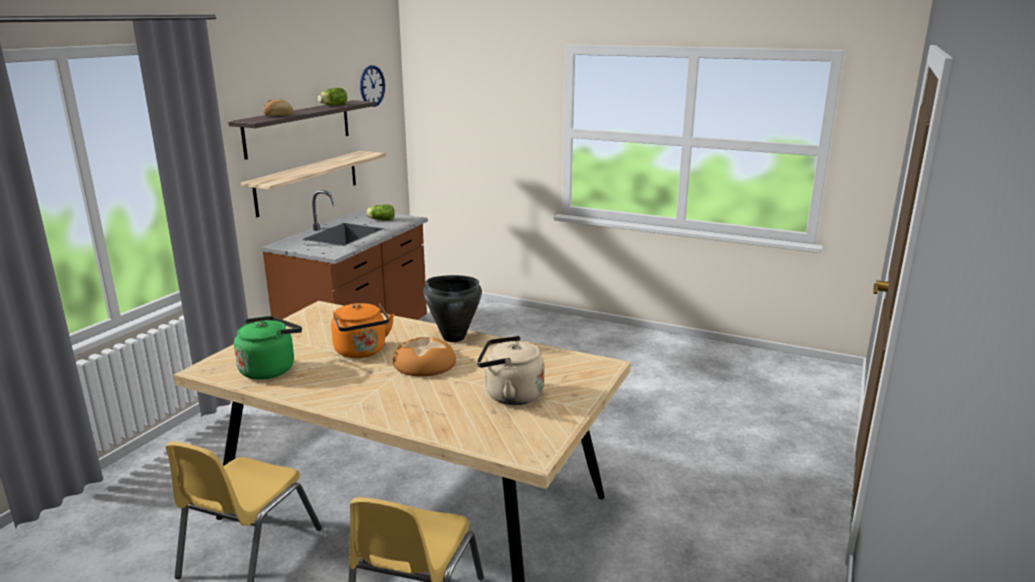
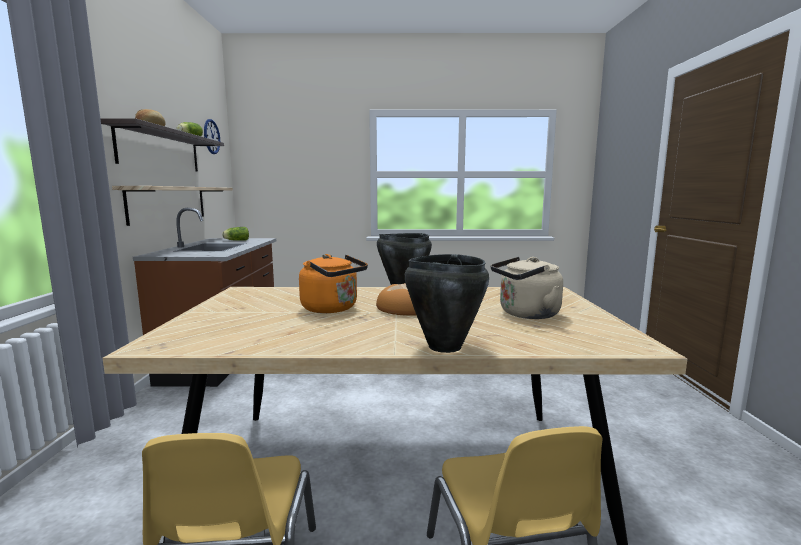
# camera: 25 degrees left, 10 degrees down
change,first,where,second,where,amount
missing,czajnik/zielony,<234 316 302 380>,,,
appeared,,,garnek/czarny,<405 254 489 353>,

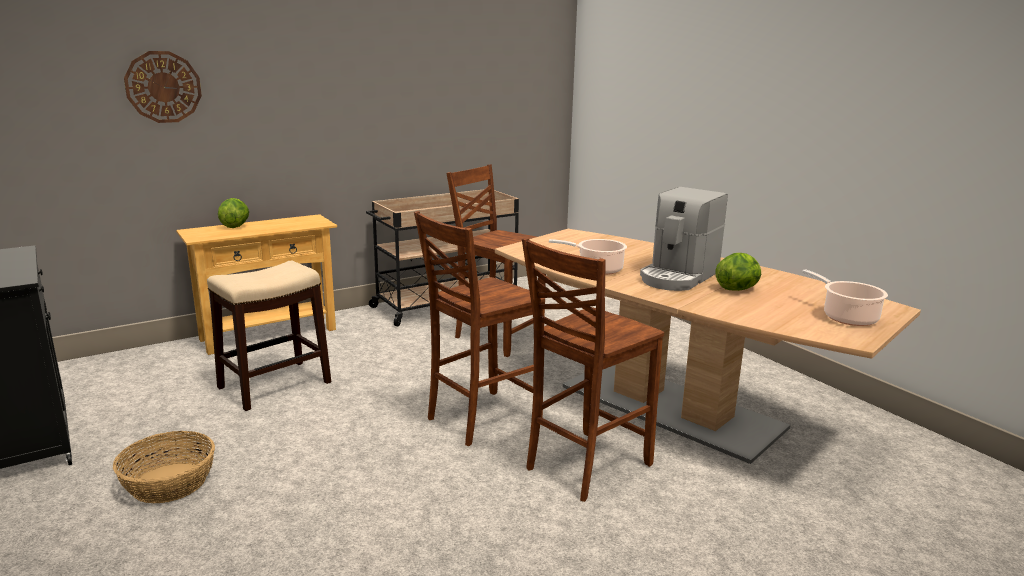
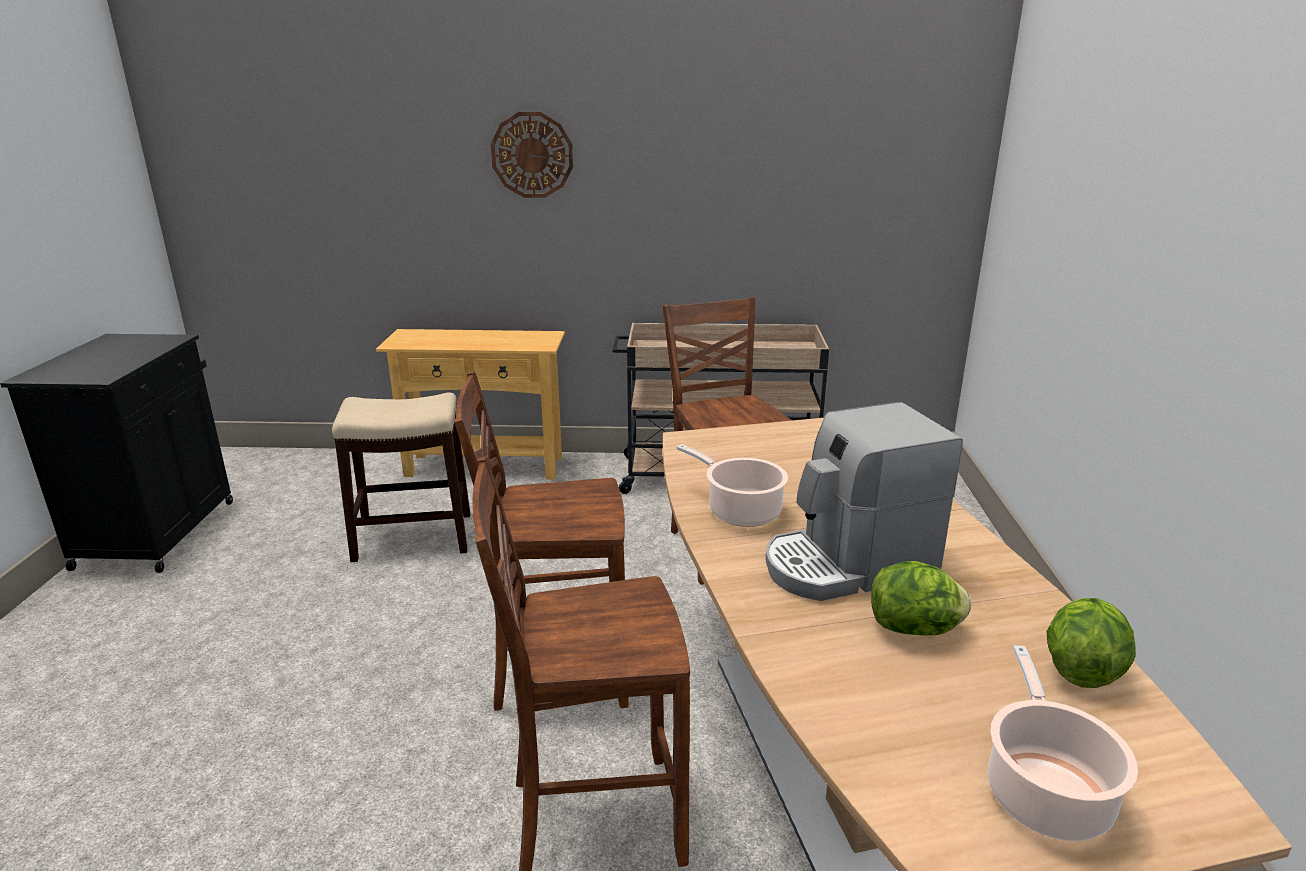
# camera: 35 degrees right, 5 degrees up
change,first,where,second,where,amount
relocated,zegar ścienny,<124 51 202 123>,,<491 112 573 198>,
relocated,sałata,<218 198 249 228>,,<1046 598 1136 688>,
missing,koszyk,<113 431 215 503>,,,

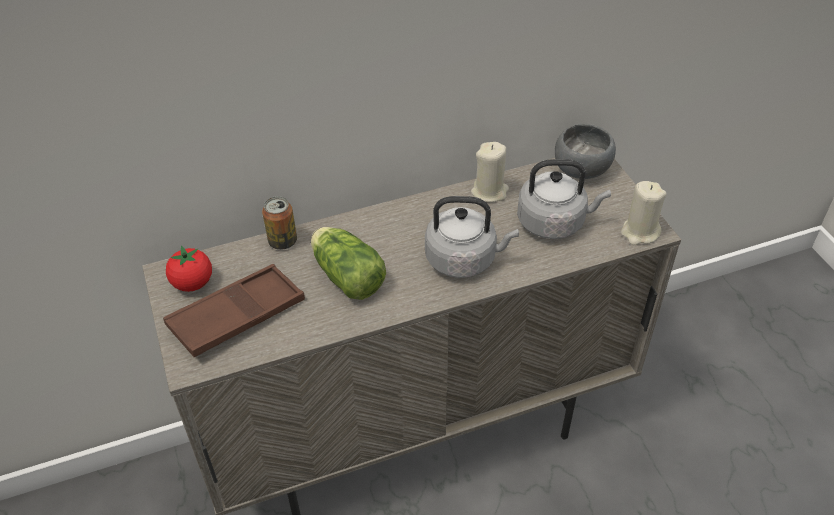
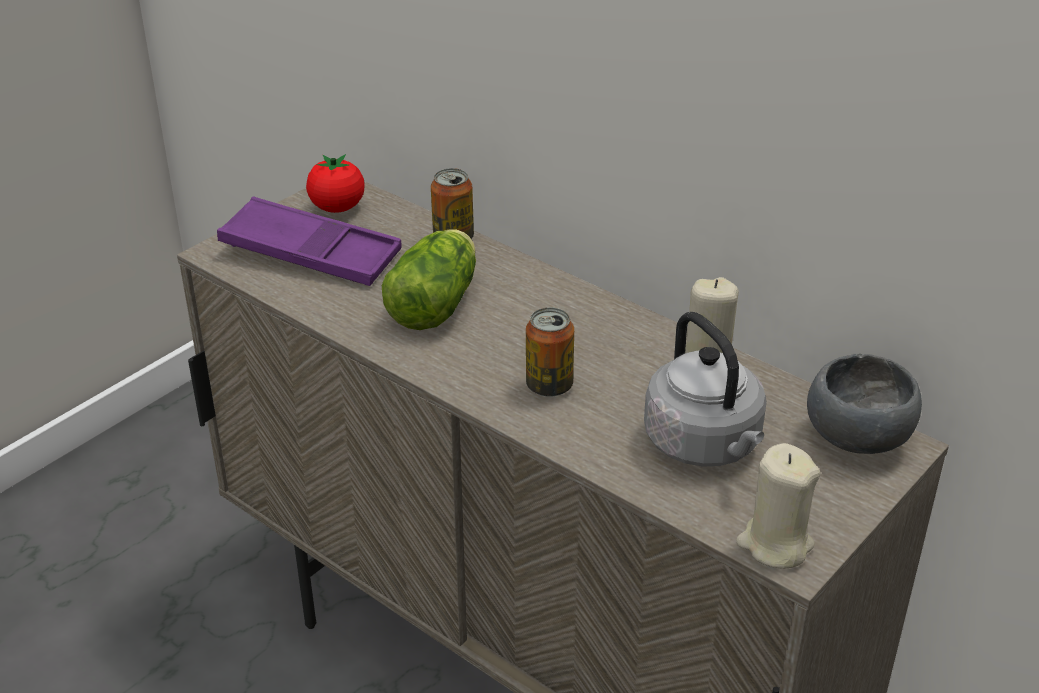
# camera: 60 degrees right, 10 degrees down
change,first,where,second,where,amount
exchanged,czajnik/szary,<425 196 519 278>,puszka,<526 307 574 397>,
colour,taca/brązowy,<163 264 305 357>,taca/fioletowy,<217 196 402 286>,

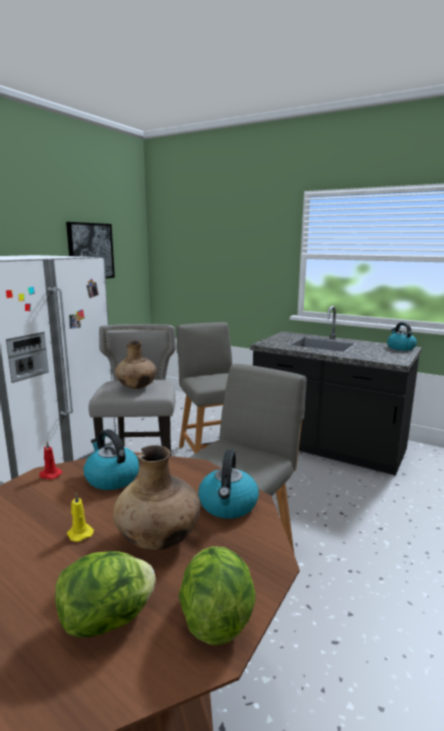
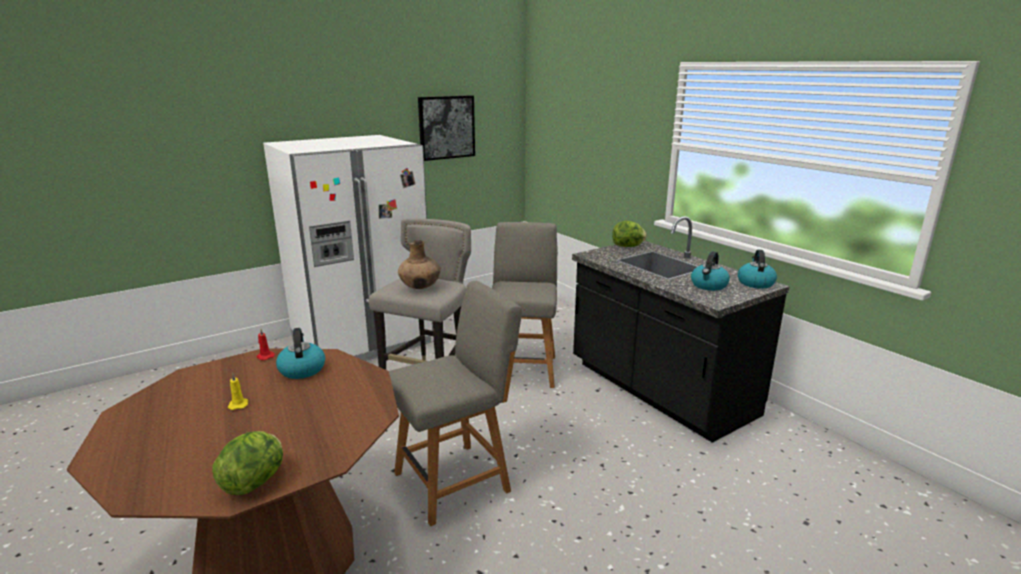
# camera: 25 degrees right, 5 degrees up
change,first,where,second,where,amount
missing,wazon/brązowy,<113 445 201 550>,,,
relocated,czajnik,<198 450 259 519>,,<691 251 730 291>,
relocated,sałata,<55 551 156 637>,,<612 221 647 247>,

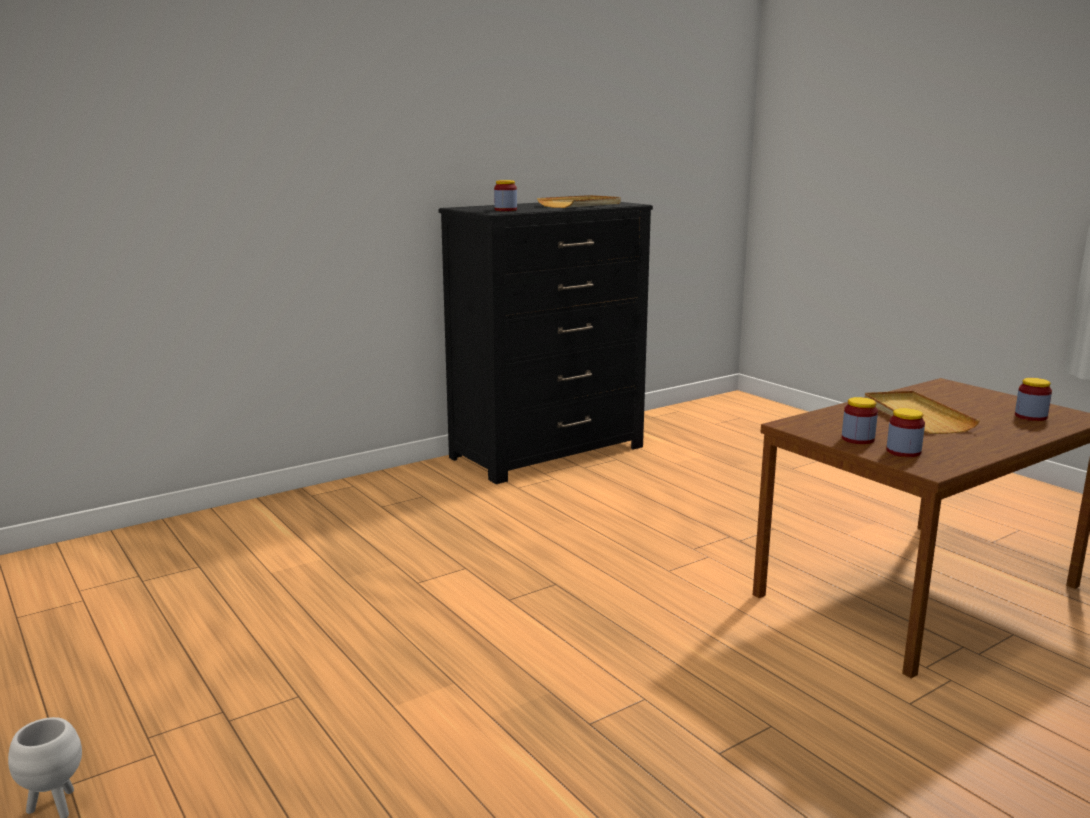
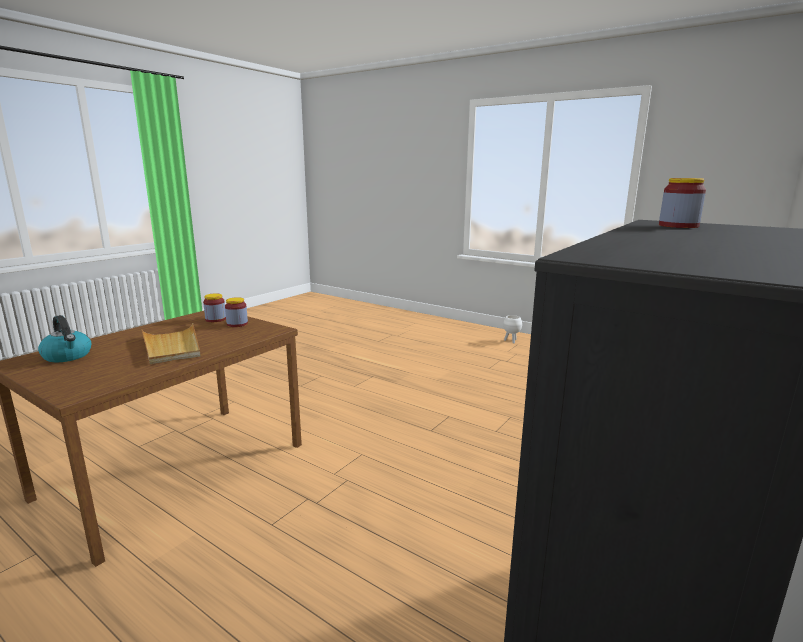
# camera: 160 degrees right, 0 degrees up
change,first,where,second,where,amount
missing,taca/beżowy,<537 195 621 208>,,,
exchanged,słoik,<1015 378 1052 421>,czajnik,<38 315 91 362>,

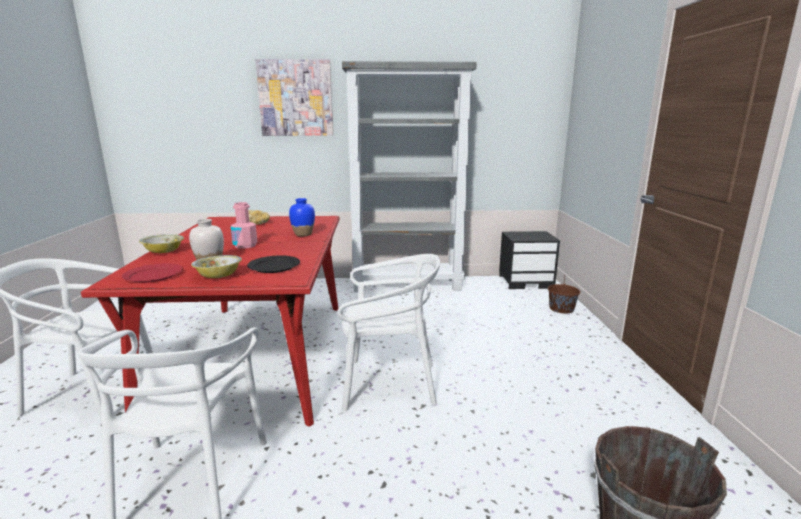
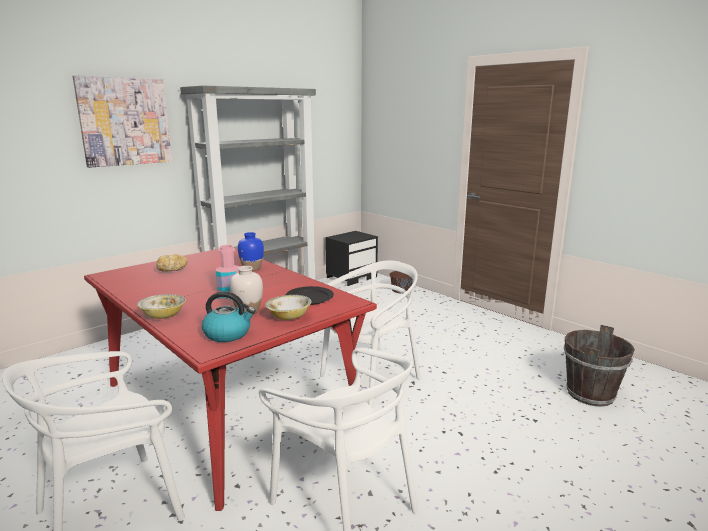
# camera: 40 degrees left, 0 degrees up
change,first,where,second,where,amount
exchanged,talerz/czerwony,<122 263 183 283>,czajnik,<202 291 255 342>,

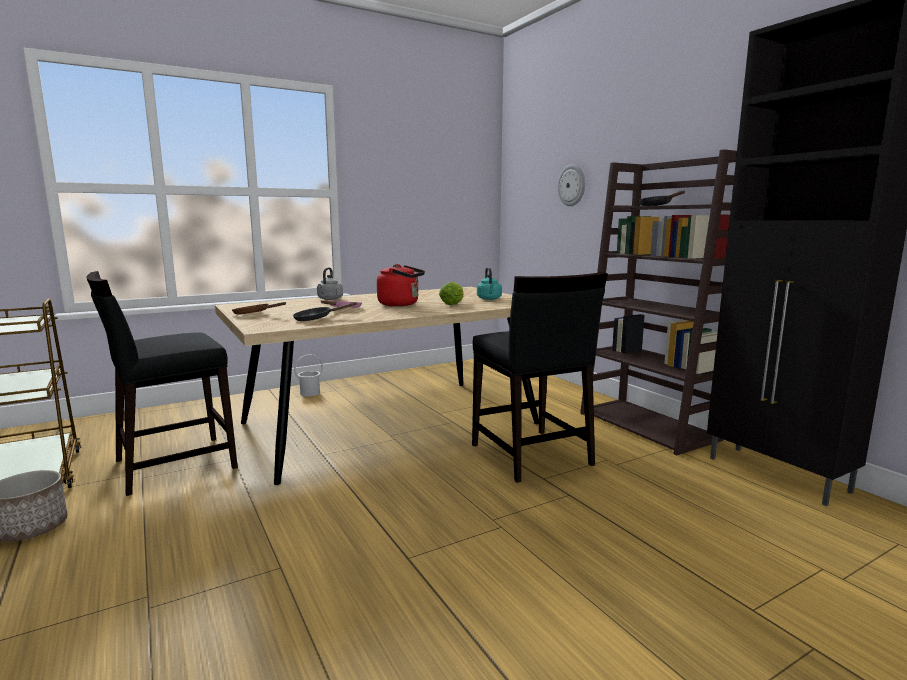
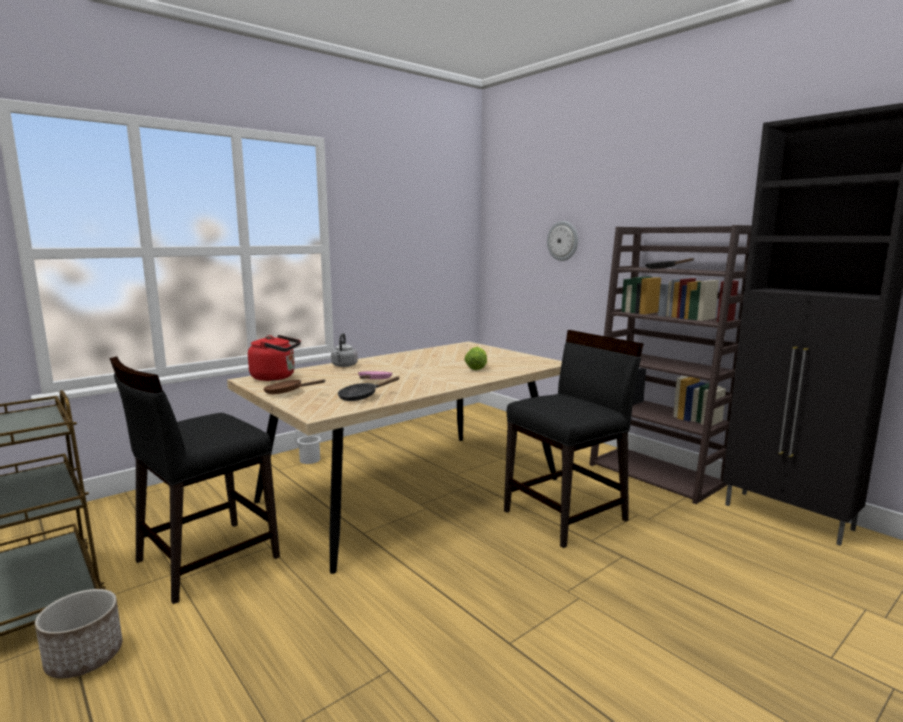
# camera: 10 degrees left, 0 degrees up
change,first,where,second,where,amount
relocated,czajnik/czerwony,<377 264 425 306>,,<248 335 301 381>,
missing,czajnik/turkusowy,<477 267 502 300>,,,
spun,krzesło/czarny,<472 272 608 483>,,<504 330 644 548>,90 degrees counterclockwise

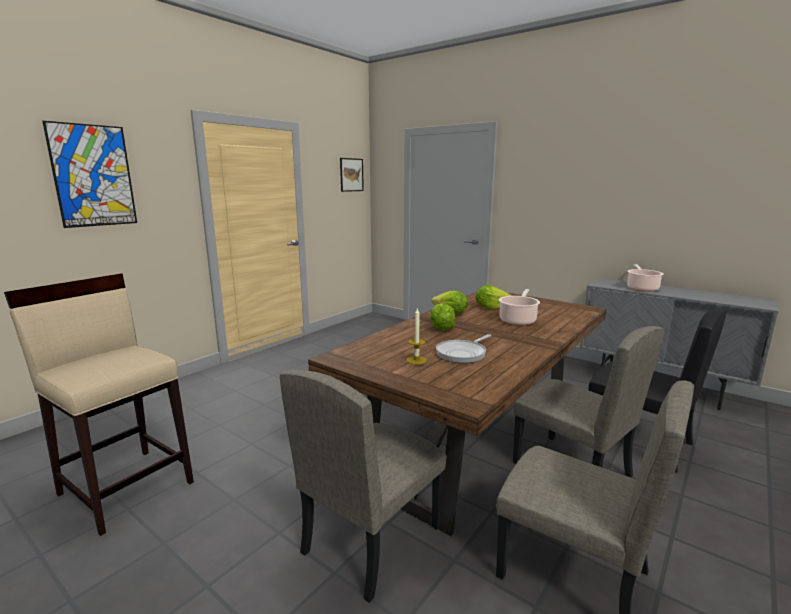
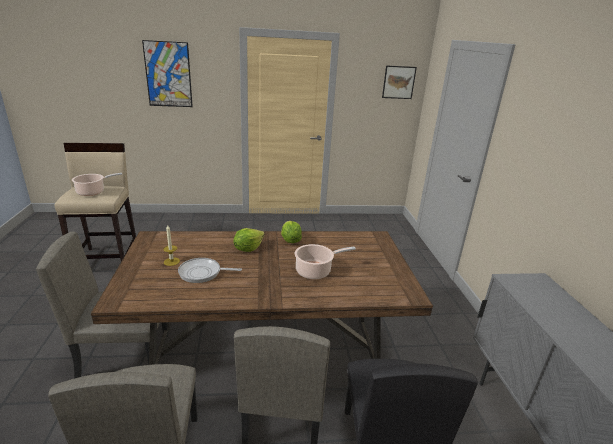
# camera: 45 degrees right, 10 degrees up
change,first,where,second,where,amount
relocated,garnek,<627 264 664 292>,,<72 173 122 196>,
missing,sałata,<476 285 512 309>,,,

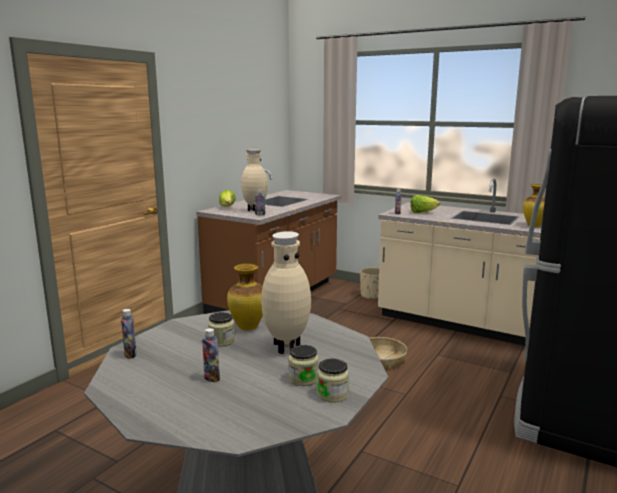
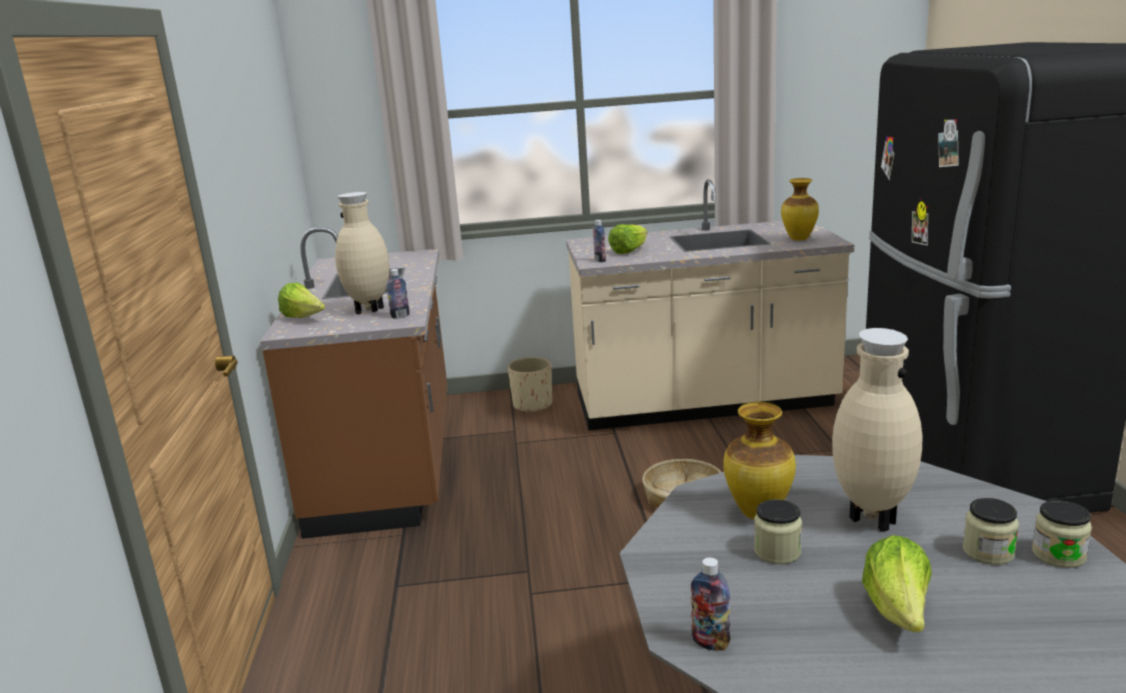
# camera: 35 degrees left, 5 degrees up
change,first,where,second,where,amount
exchanged,butelka,<202 328 220 382>,sałata,<862 535 932 632>,

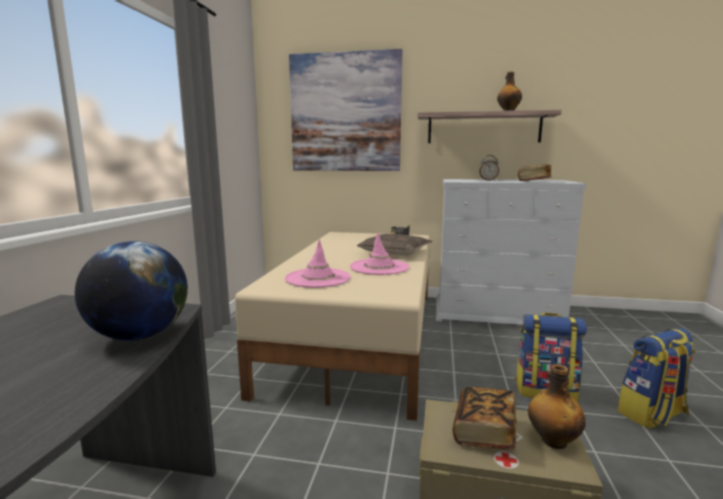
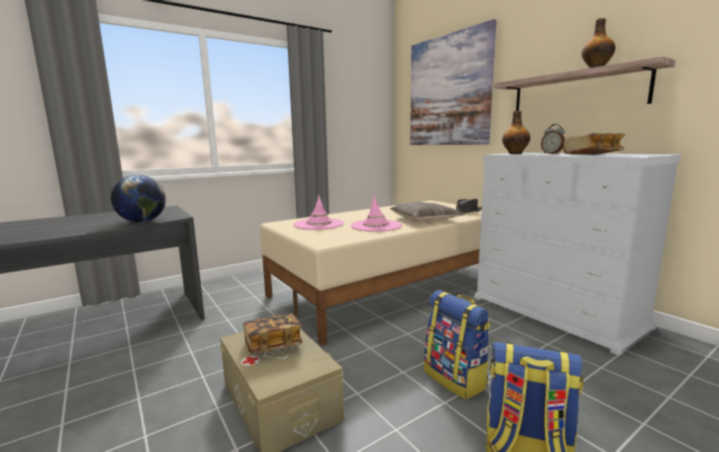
# camera: 45 degrees right, 0 degrees up
change,first,where,second,where,amount
relocated,butelka,<528 364 586 449>,,<502 111 530 154>,

